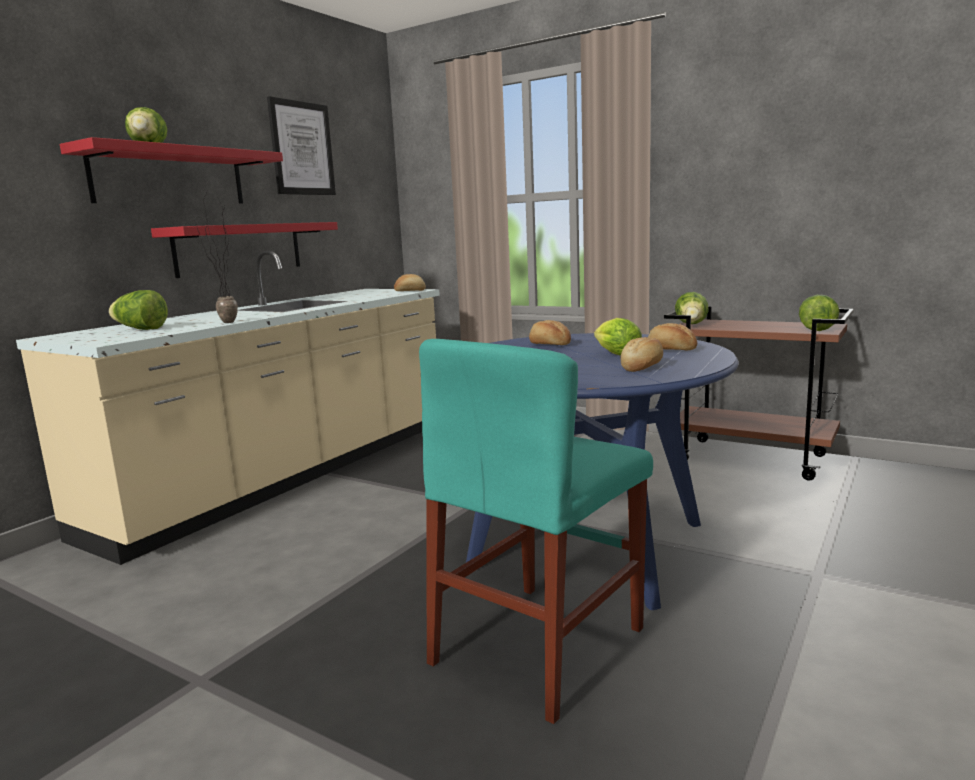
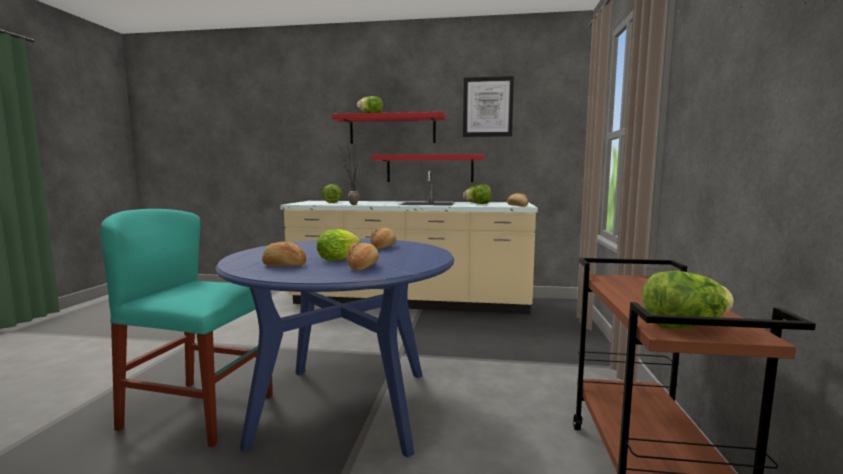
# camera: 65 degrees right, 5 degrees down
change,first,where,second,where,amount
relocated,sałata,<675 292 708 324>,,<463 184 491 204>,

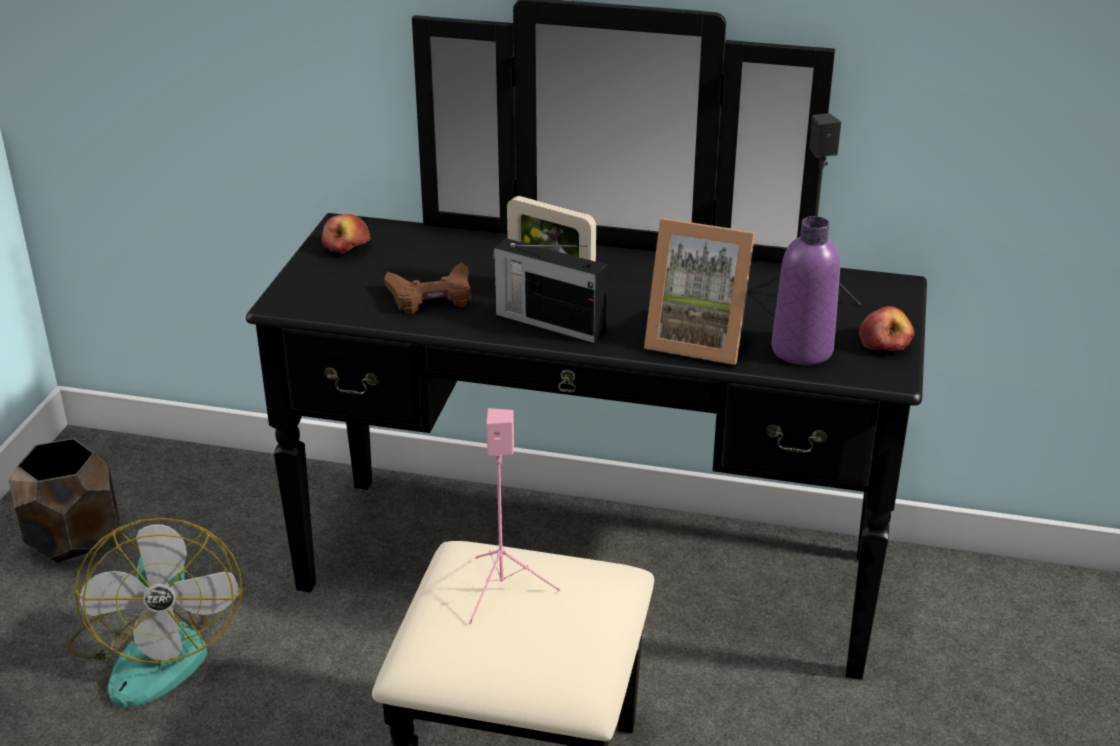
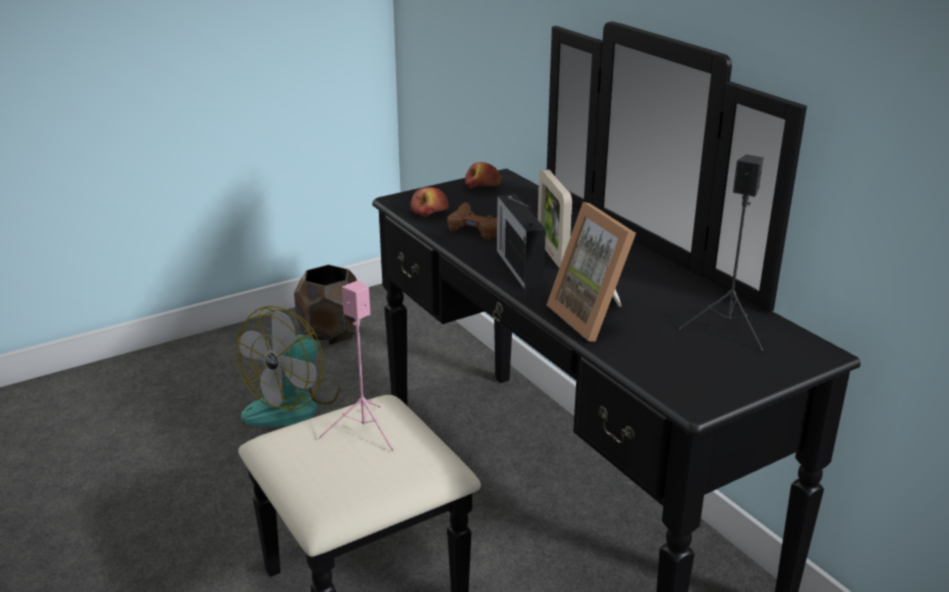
# camera: 45 degrees right, 5 degrees down
change,first,where,second,where,amount
missing,butelka/fioletowy,<772 216 840 365>,,,
relocated,jabłko,<859 306 914 351>,,<410 187 449 217>,

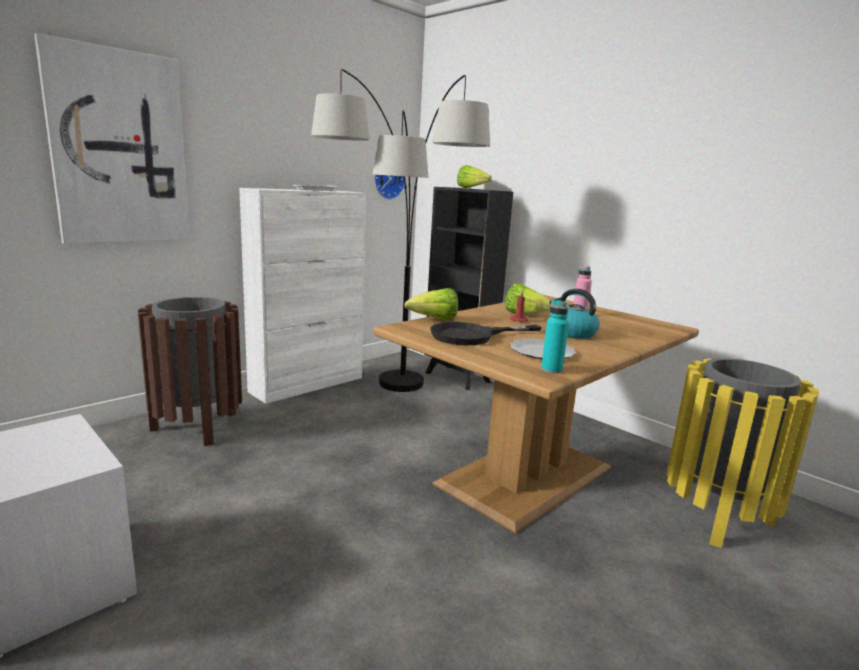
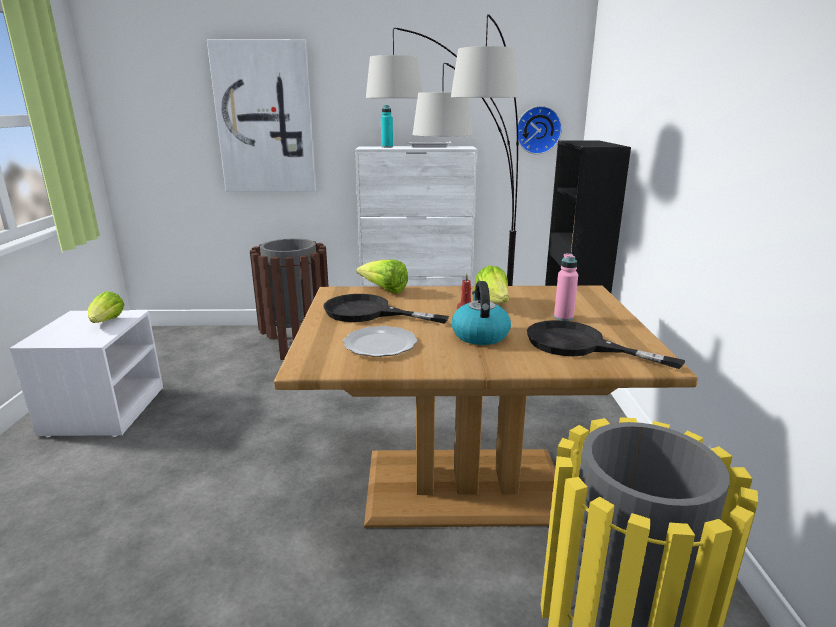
# camera: 45 degrees right, 5 degrees up
change,first,where,second,where,amount
relocated,sałata,<457 165 492 188>,,<88 291 124 323>,
relocated,butelka/turkusowy,<541 299 569 374>,,<381 105 393 148>,
appeared,,,patelnia/czarny,<527 320 685 369>,

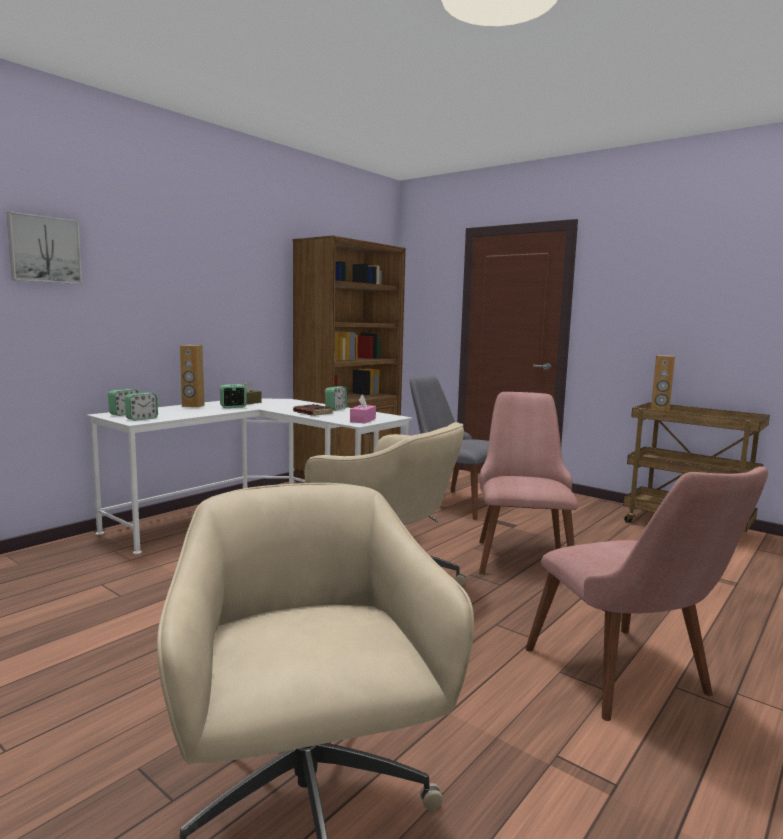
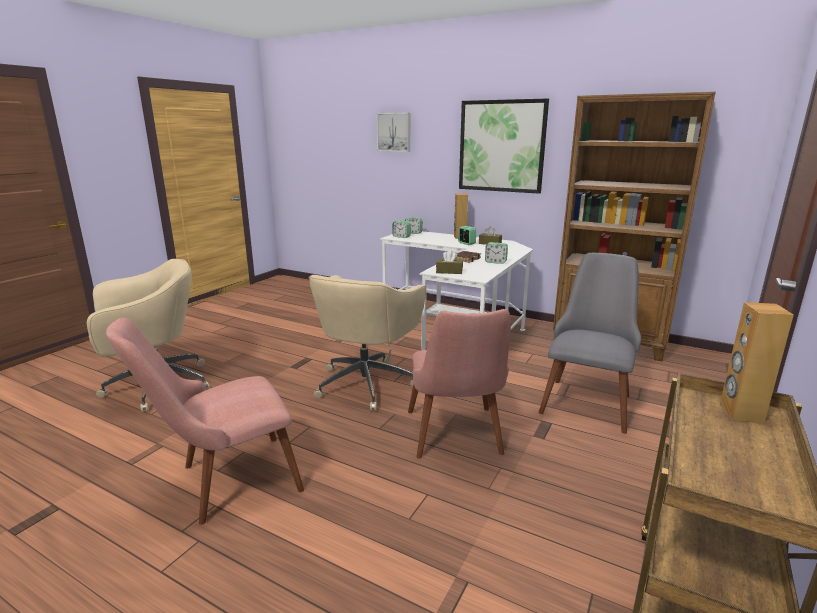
# camera: 80 degrees right, 10 degrees up
change,first,where,second,where,amount
spun,krzesło/różowy,<479 392 578 575>,,<408 309 511 459>,90 degrees clockwise
colour,pudełko chusteczek/różowy,<350 394 376 423>,pudełko chusteczek/brązowy,<436 250 463 274>,
appeared,,,obraz,<459 98 549 194>,

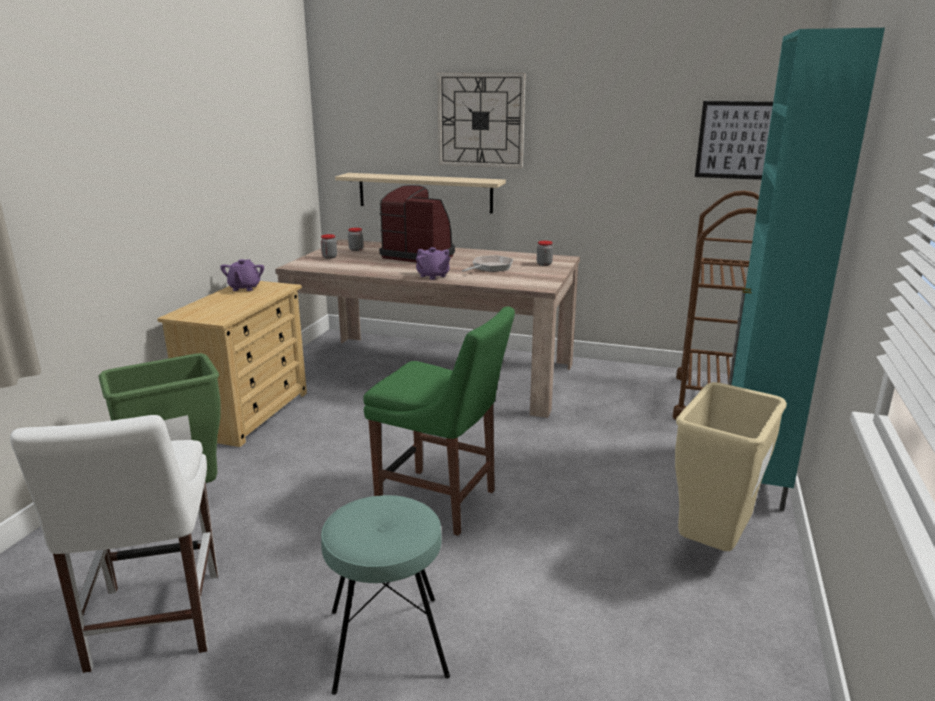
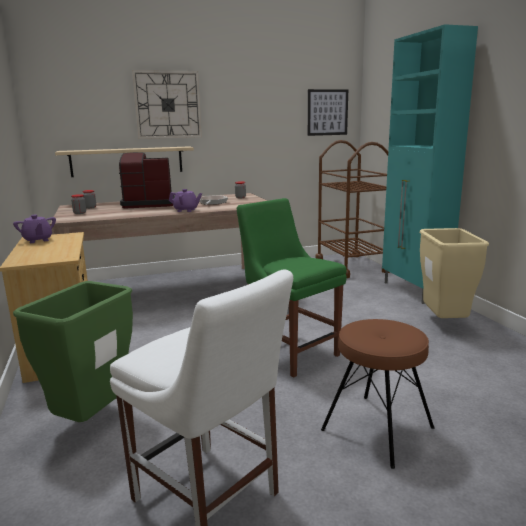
# camera: 35 degrees left, 5 degrees down
change,first,where,second,where,amount
spun,krzesło/zielony,<363 306 515 536>,,<237 198 347 378>,120 degrees counterclockwise
colour,stołek/turkusowy,<321 495 450 695>,stołek/brązowy,<321 319 435 469>,

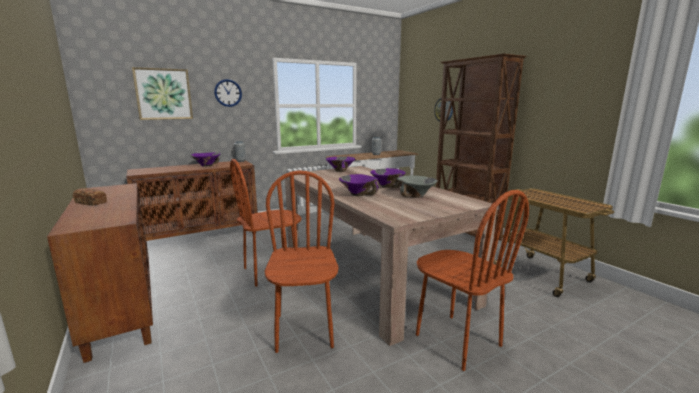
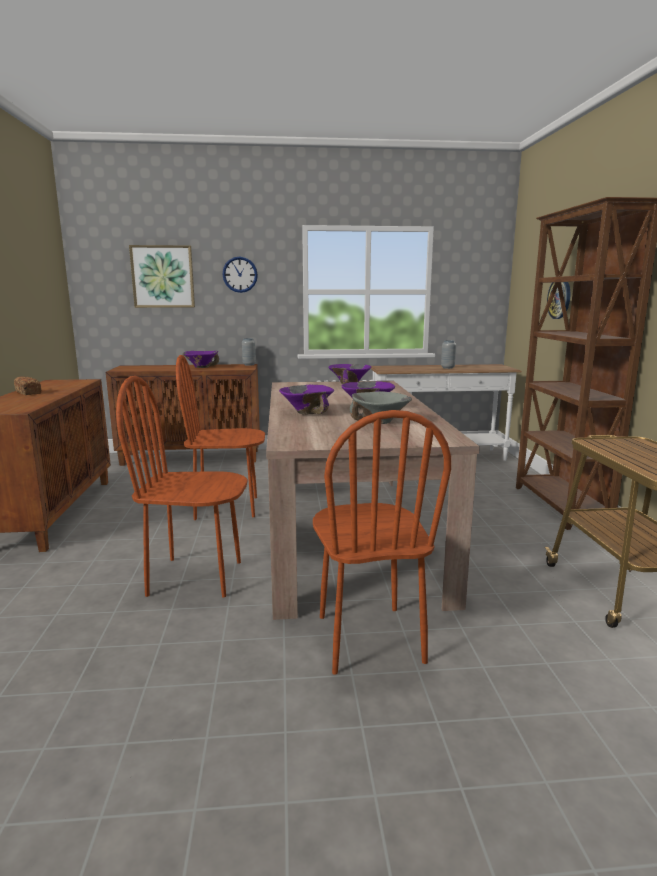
# camera: 25 degrees right, 0 degrees up
change,first,where,second,where,amount
spun,krzesło/brązowy,<265 170 338 353>,,<116 376 248 597>,105 degrees counterclockwise

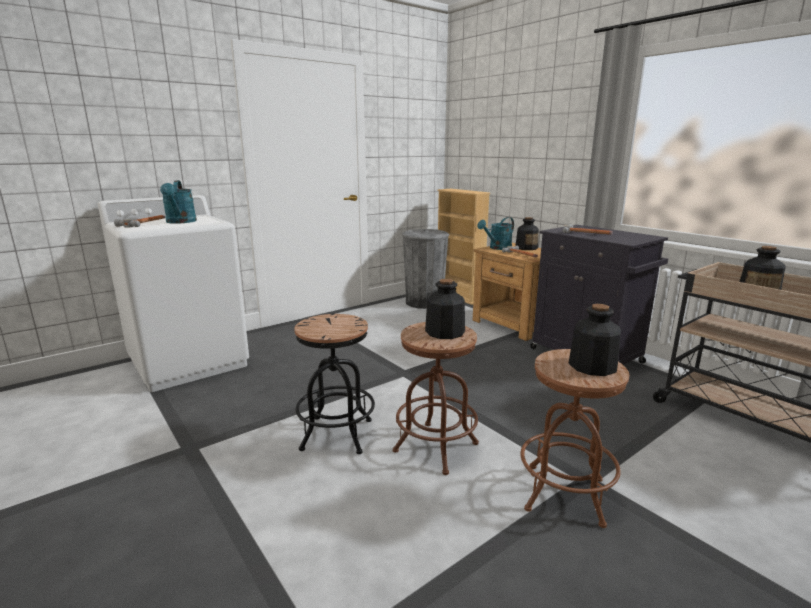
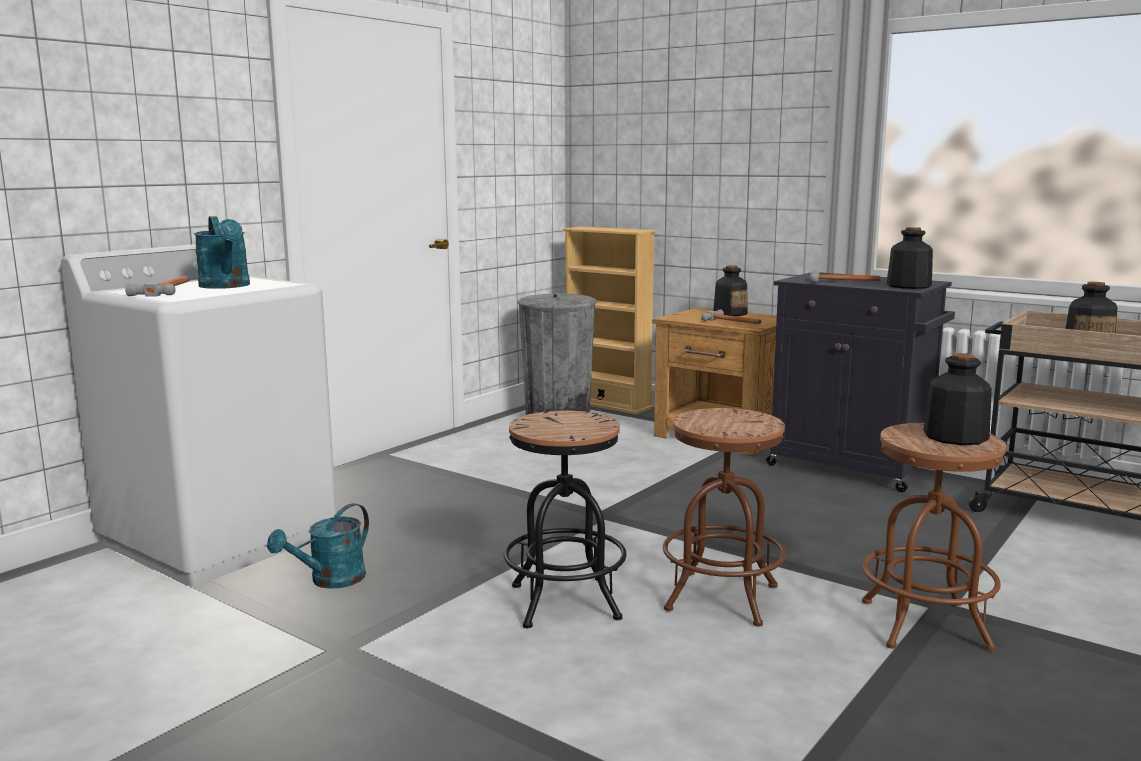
# camera: 15 degrees left, 5 degrees down
change,first,where,second,where,amount
relocated,konewka/turkusowy,<477 217 514 250>,,<267 503 369 589>,
relocated,butelka,<425 279 465 339>,,<887 227 933 289>,

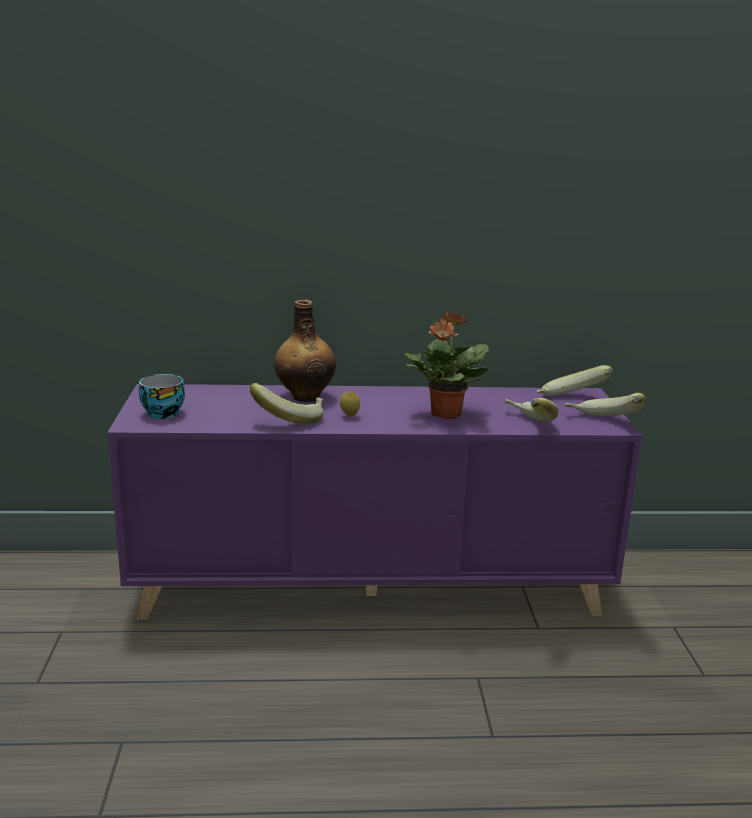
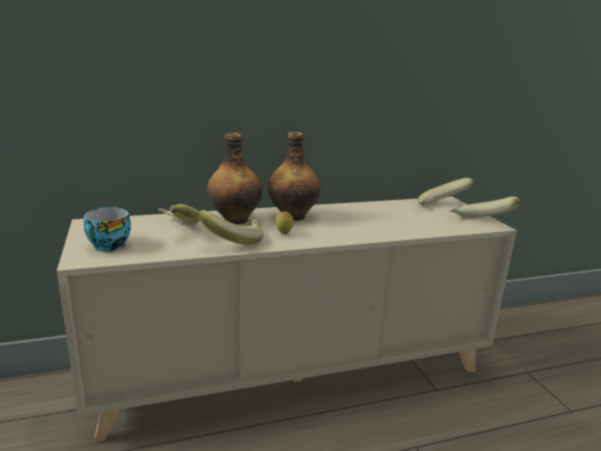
# camera: 15 degrees left, 0 degrees up
change,first,where,second,where,amount
missing,roślina doniczkowa,<404 311 489 419>,,,
colour,szafka/fioletowy,<107 384 642 620>,szafka/beżowy,<57 197 517 442>,
relocated,banan,<505 398 559 422>,,<158 204 200 225>,
appeared,,,butelka,<268 132 321 221>,

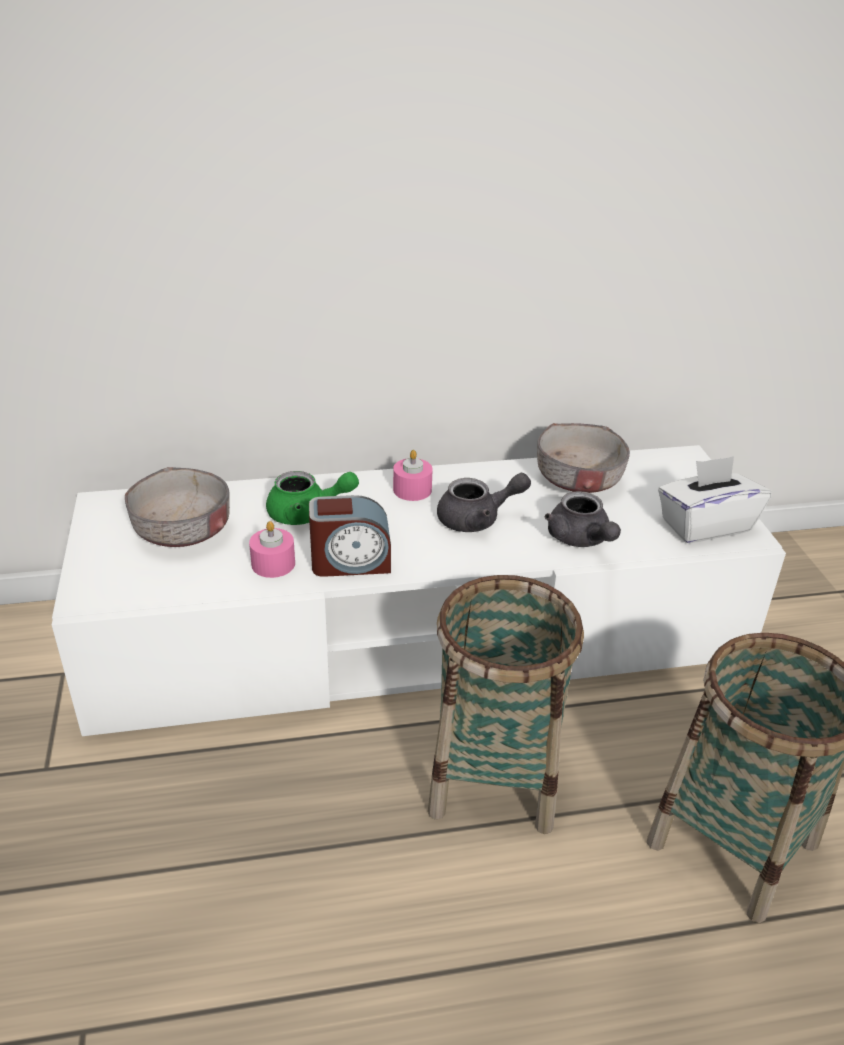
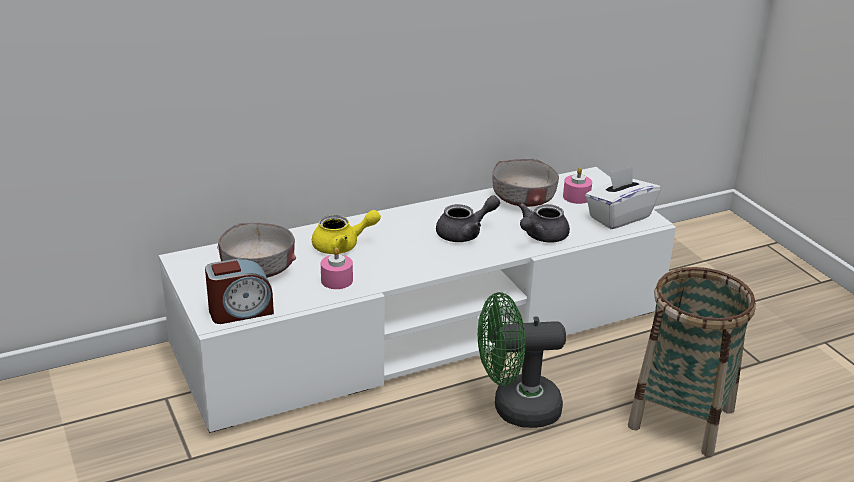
# camera: 15 degrees left, 5 degrees down
change,first,where,second,where,amount
relocated,świeca/różowy,<393 450 433 501>,,<563 167 592 204>,
colour,imbryk/zielony,<266 471 359 525>,imbryk/żółty,<312 210 381 254>,
spun,imbryk/szary,<545 491 621 547>,,<518 203 570 243>,75 degrees clockwise
relocated,budzik,<309 495 391 577>,,<205 258 274 324>,
exchanged,koszyk,<428 575 584 834>,wentylator/zielony,<478 292 566 428>,

